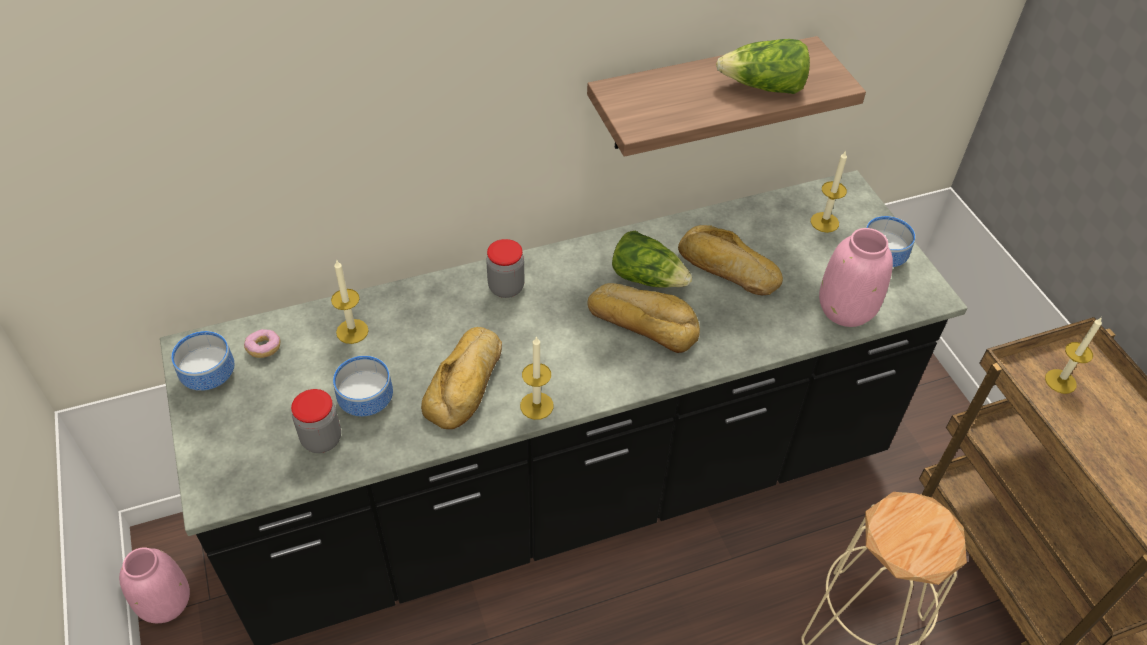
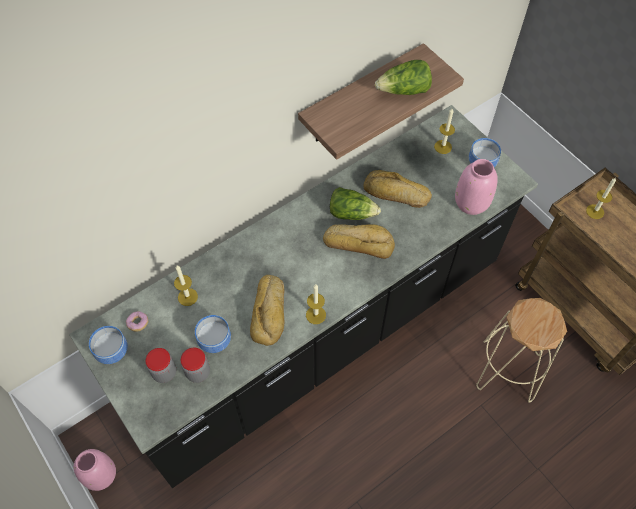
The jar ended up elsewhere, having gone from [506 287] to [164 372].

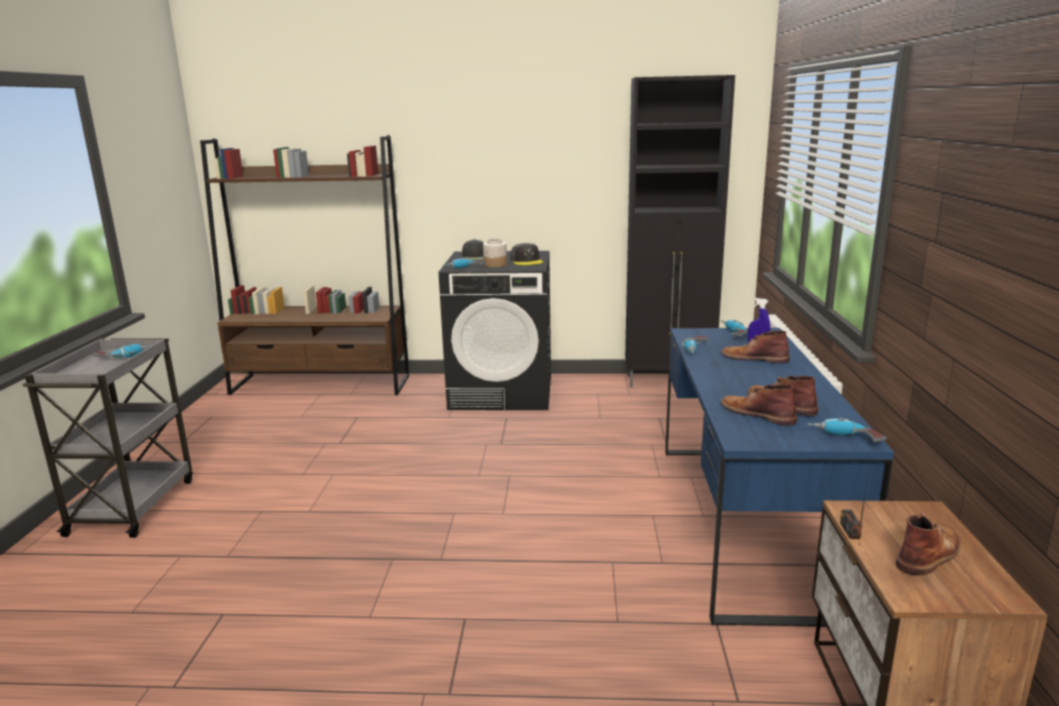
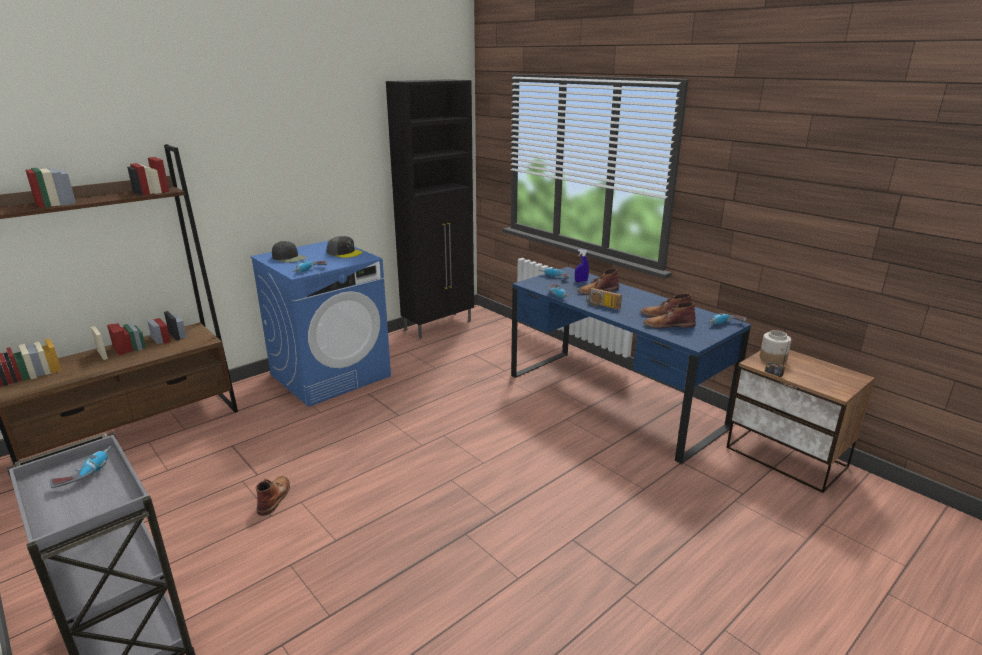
What was the washing machine/black at [502 392] turned into the washing machine/blue at [331 375].
The jar ended up elsewhere, having gone from [495 265] to [773 359].
The boot/brown ended up elsewhere, having gone from [929 553] to [274 497].
The second view gained the radio at [601 306].

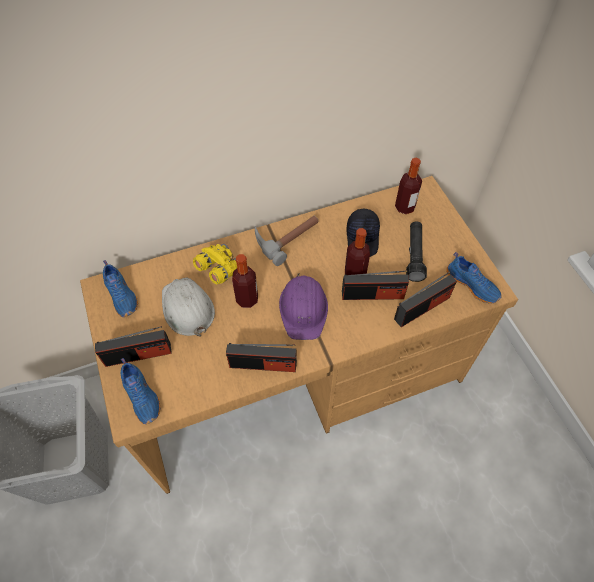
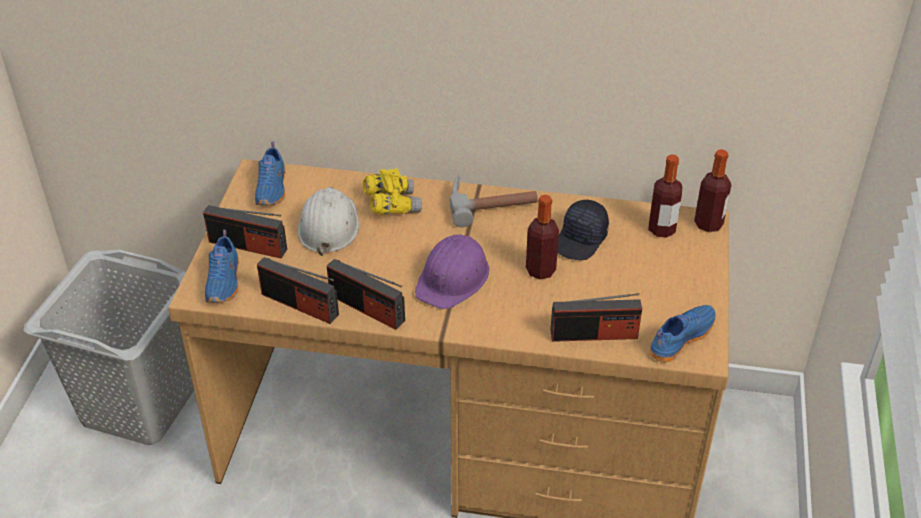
The bottle ended up elsewhere, having gone from [247 299] to [708 224].
The radio ended up elsewhere, having gone from [372 294] to [300 304].
The second view lost the flashlight/black at [414 255].
The shoe/blue at [472 284] ended up facing another way, 120 degrees counterclockwise from before.

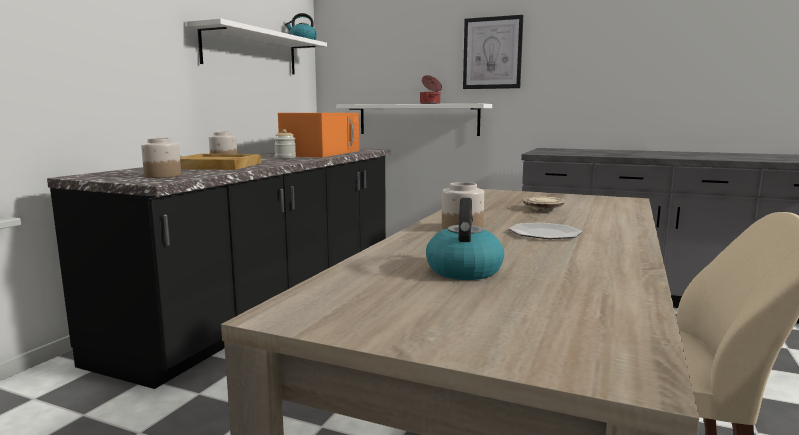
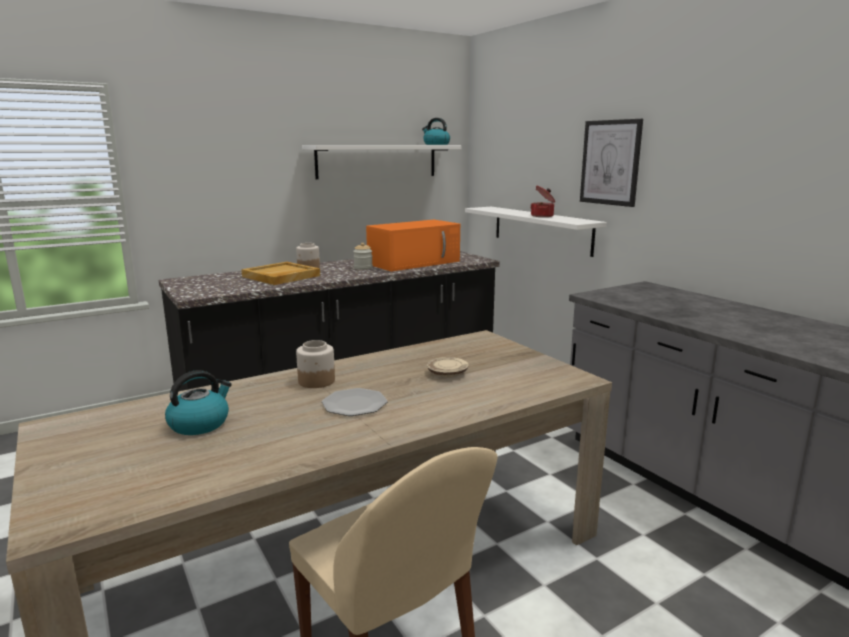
The second view lost the jar at [162 176].

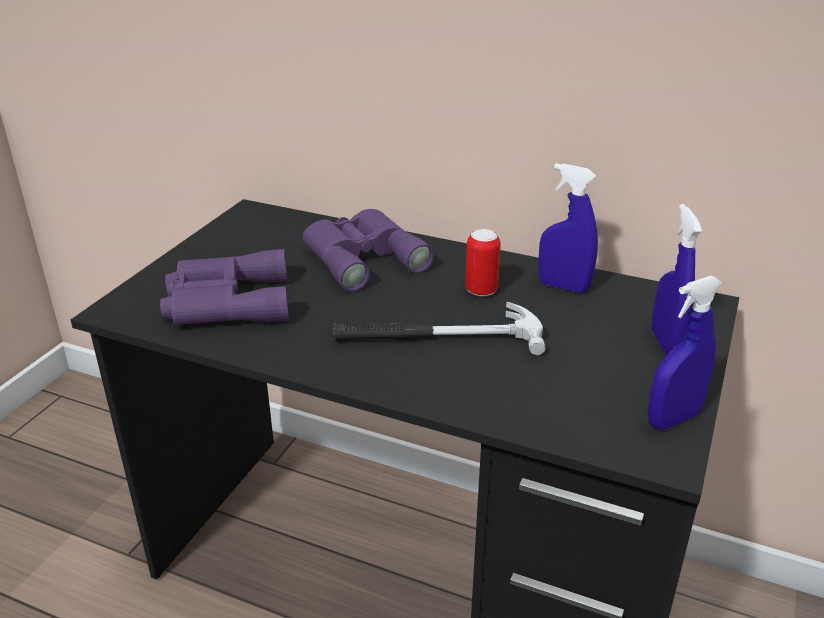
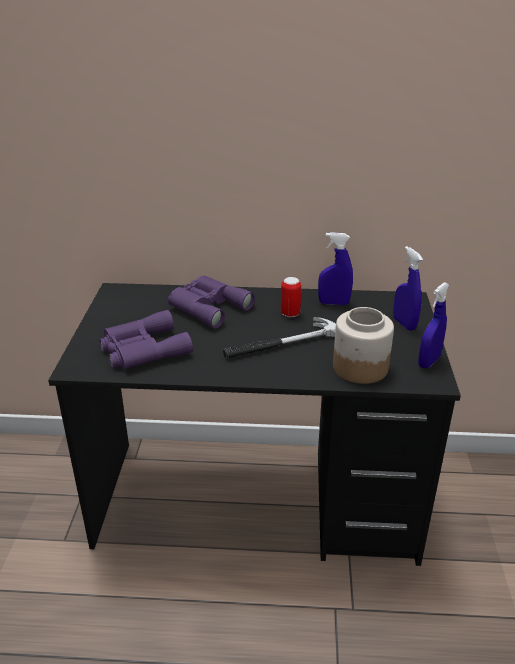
The second view gained the jar at [359 367].

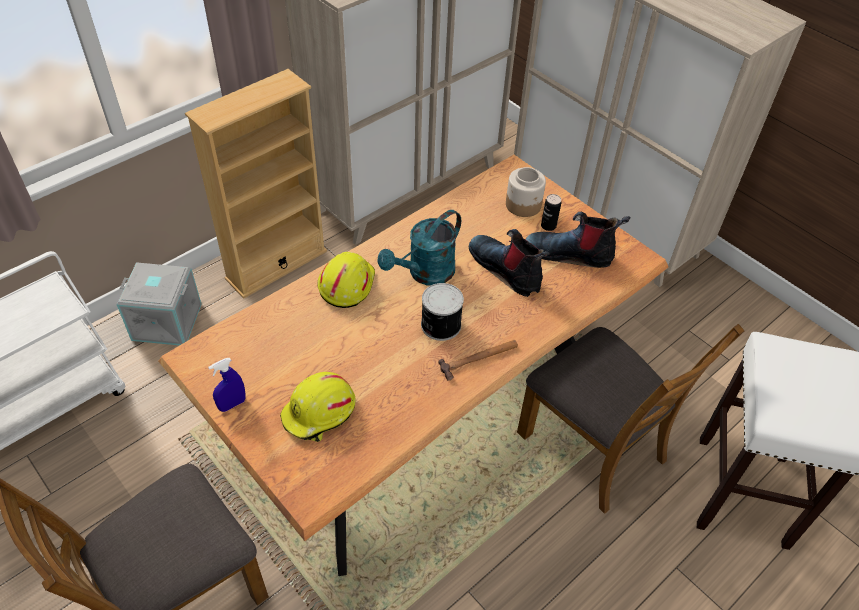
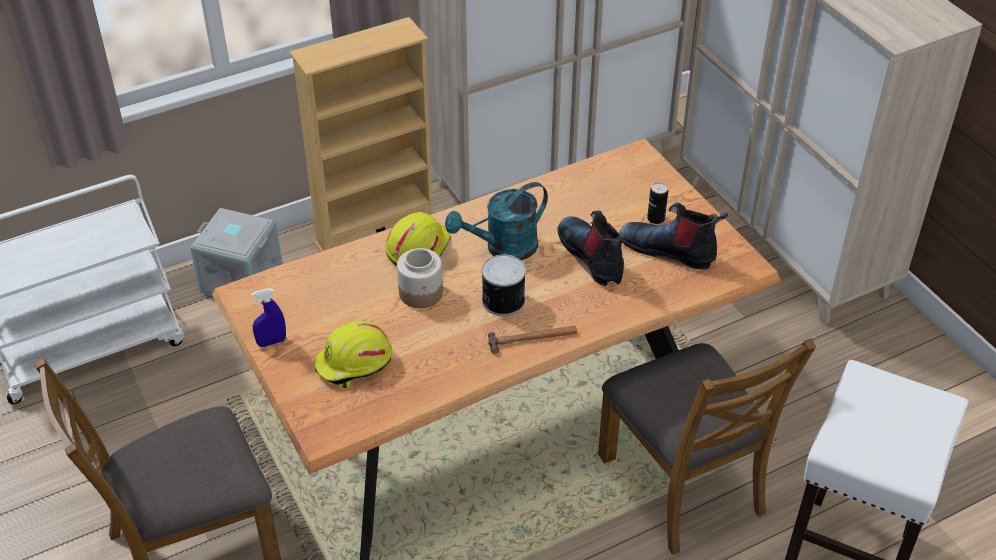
The jar ended up elsewhere, having gone from [523 205] to [421 293].

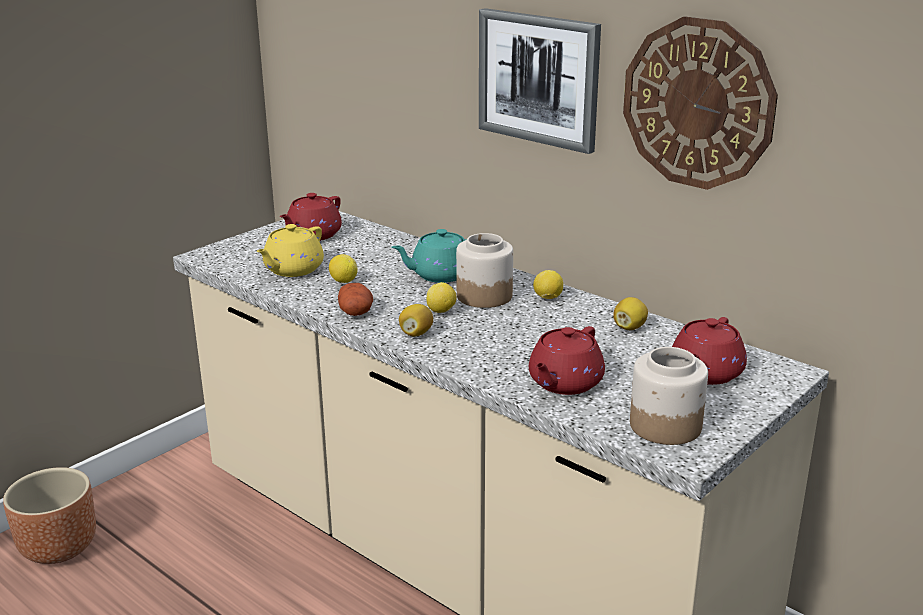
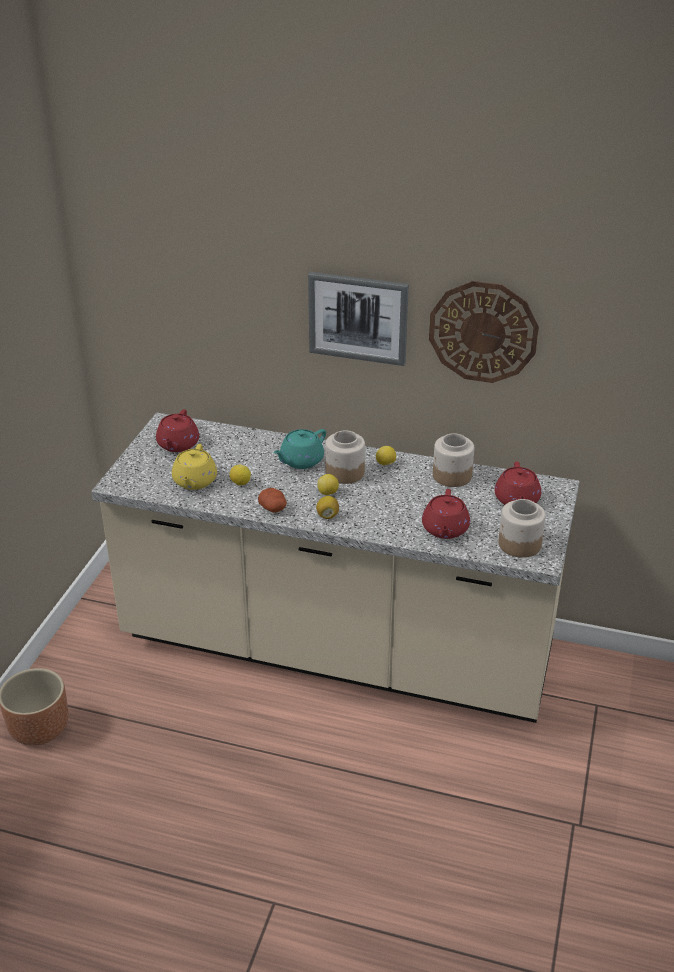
Where the lemon stood at [629 327], the jar came to stand at [451 476].

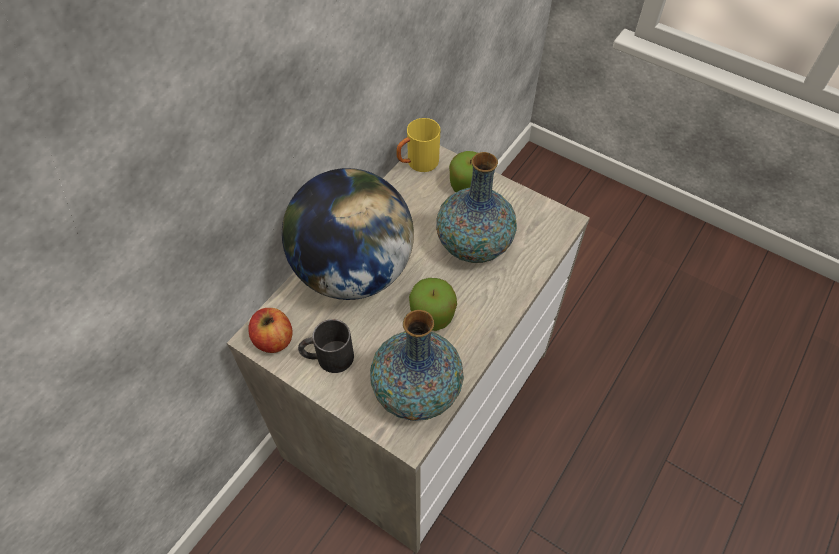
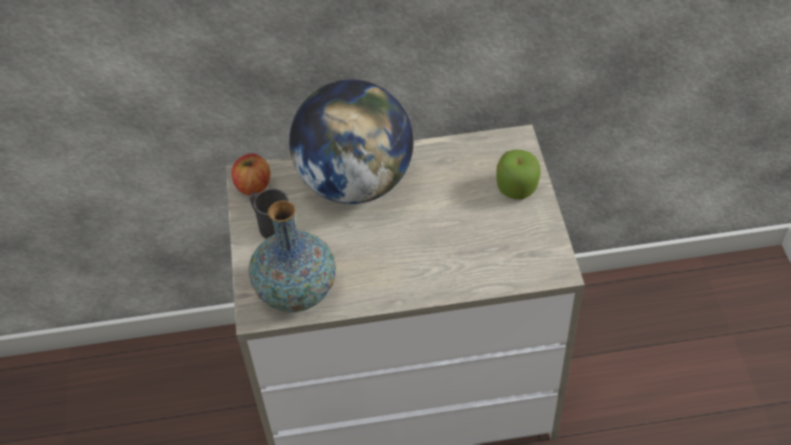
The second view lost the mug/yellow at [417 164].
The second view lost the apple at [432 315].
The second view lost the vase at [474 245].

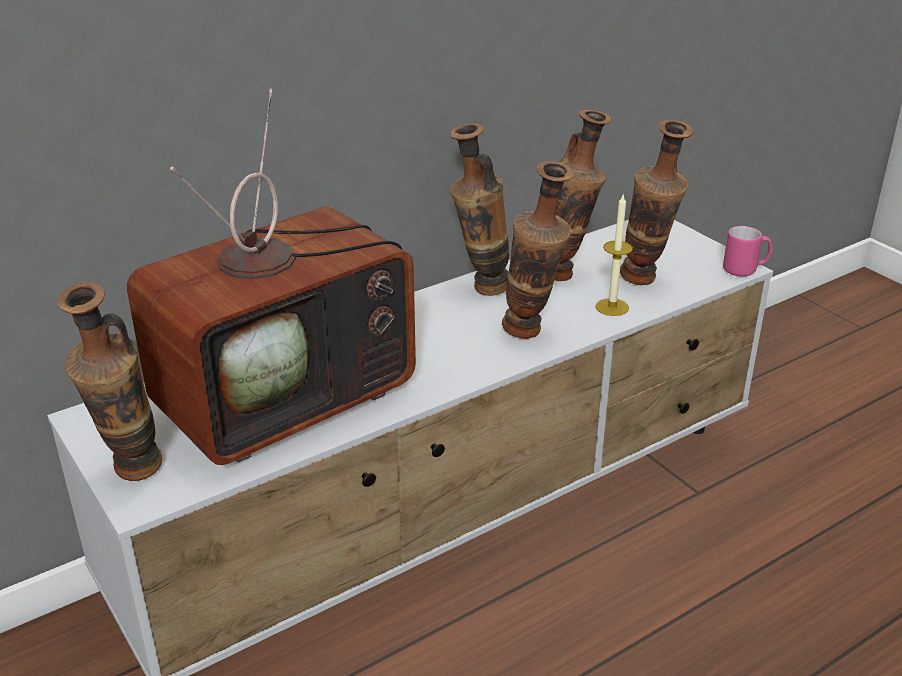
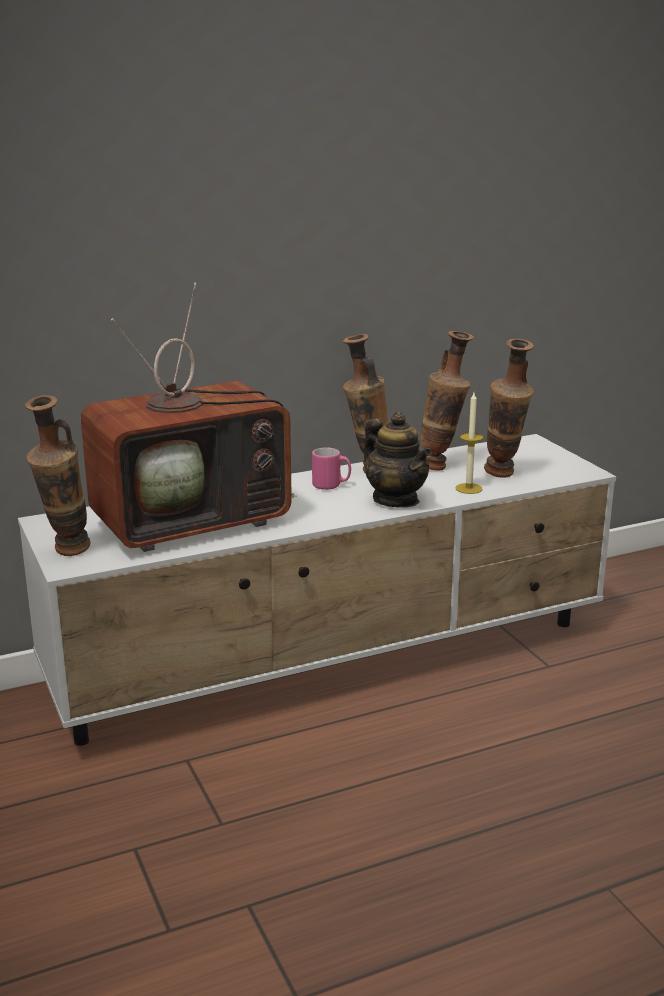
Where the vase stood at [532 335], the teapot came to stand at [396 500].
The mug/pink ended up elsewhere, having gone from [745 270] to [331 486].

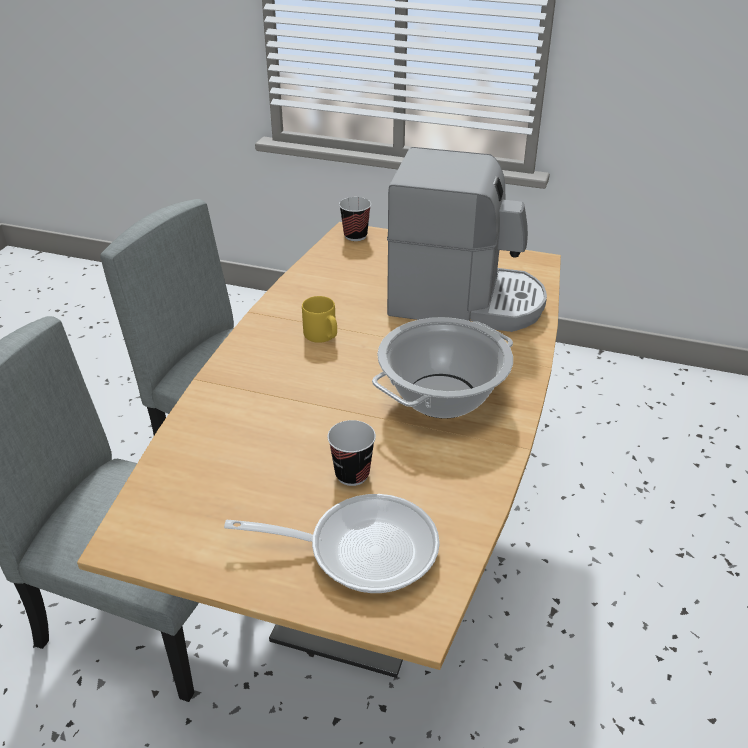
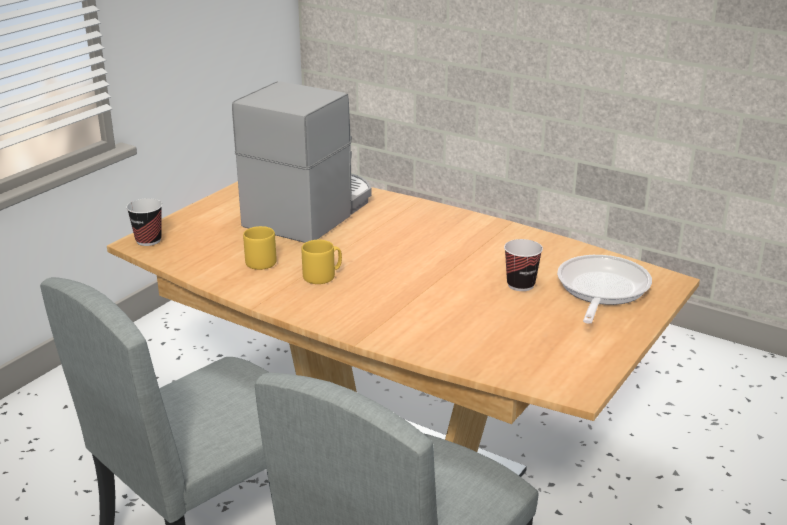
The second view lost the cooking pot at [442 396].
The second view gained the mug/yellow at [260 261].

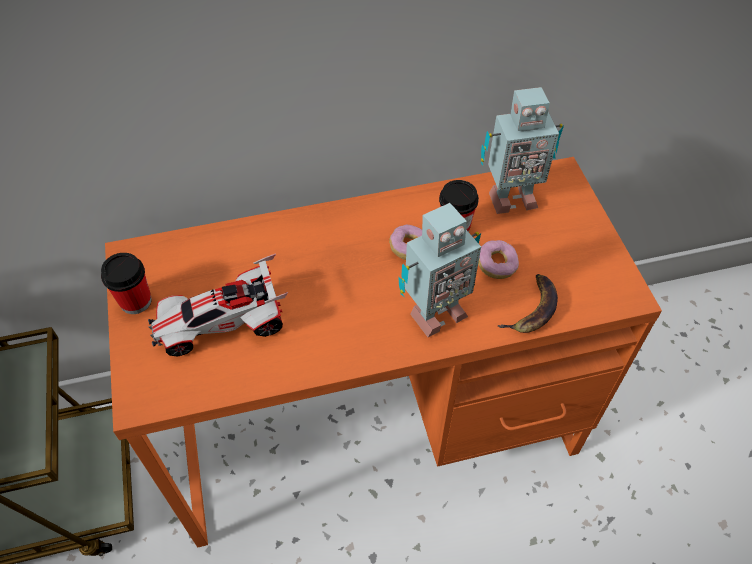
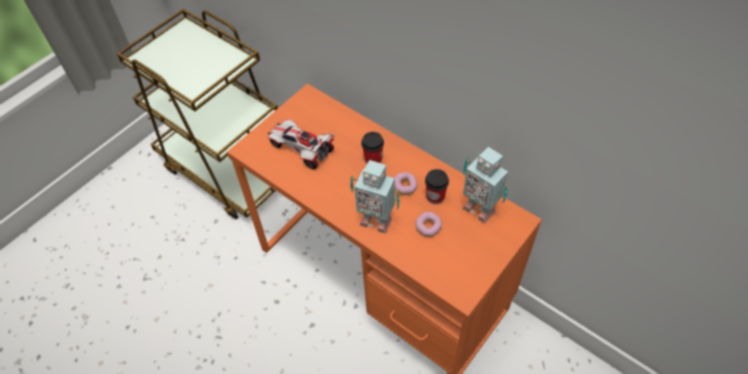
The cup ended up elsewhere, having gone from [136 301] to [373 159].
The second view lost the banana at [532 308].

